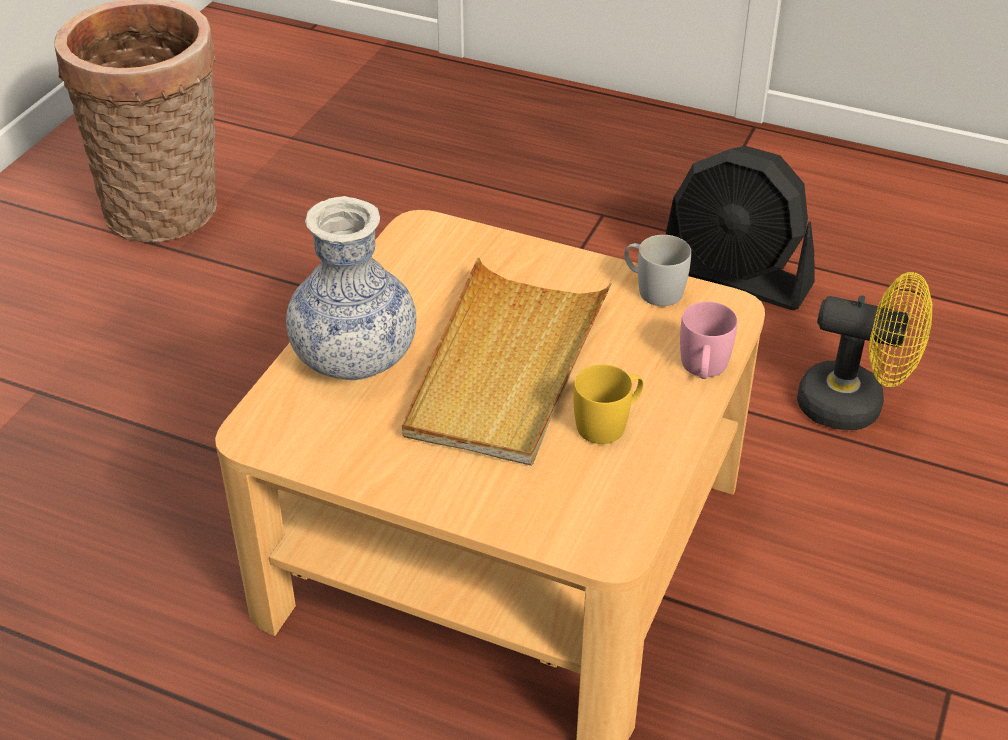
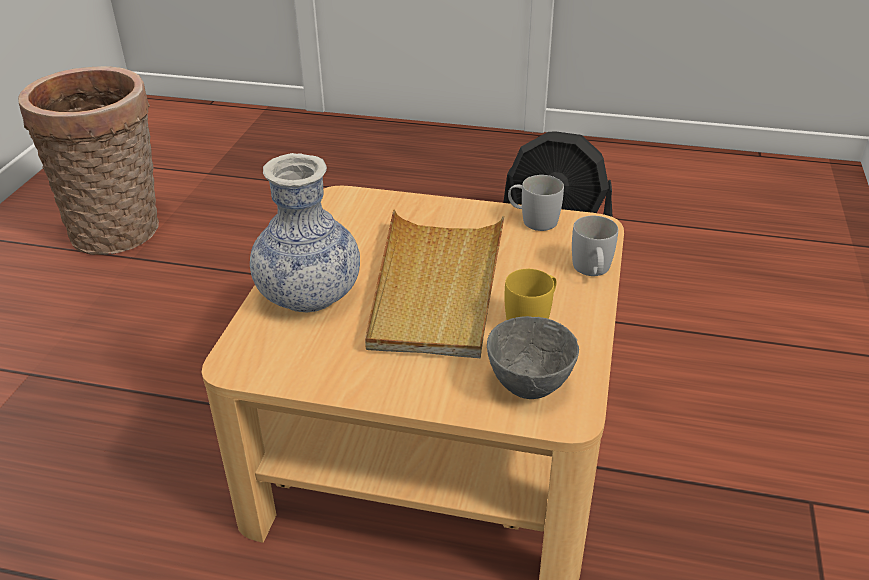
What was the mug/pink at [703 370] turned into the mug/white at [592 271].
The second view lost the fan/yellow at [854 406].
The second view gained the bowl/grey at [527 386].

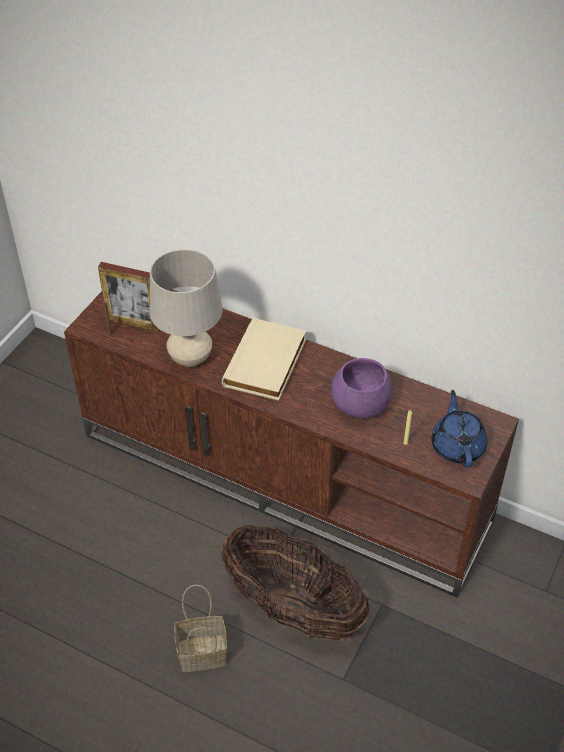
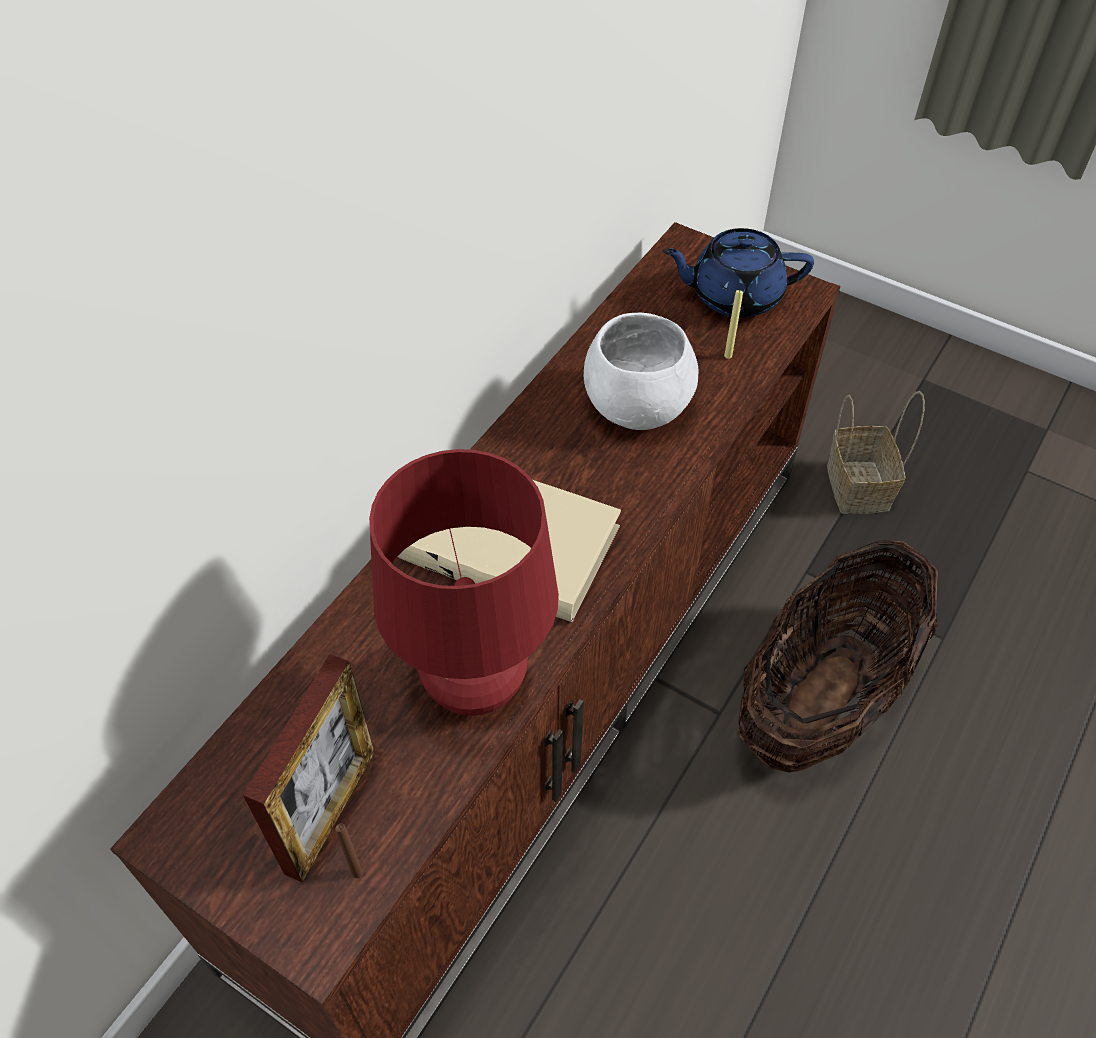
What was the table lamp/beige at [190 358] turned into the table lamp/red at [475 684].
The basket ended up elsewhere, having gone from [204 652] to [855 485].
What was the bowl/purple at [360 405] turned into the bowl/white at [638 405].

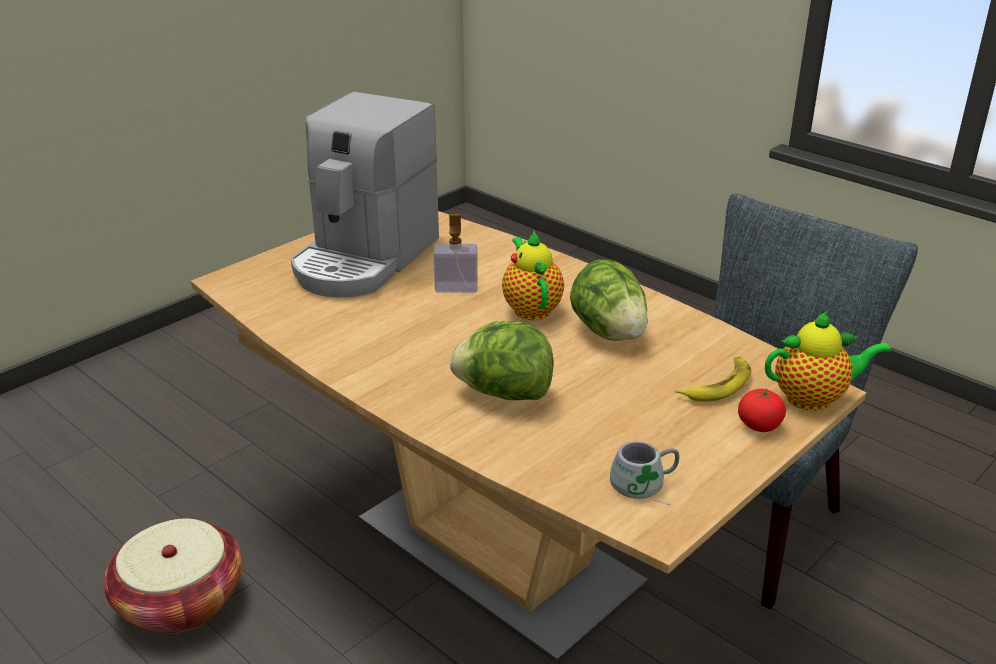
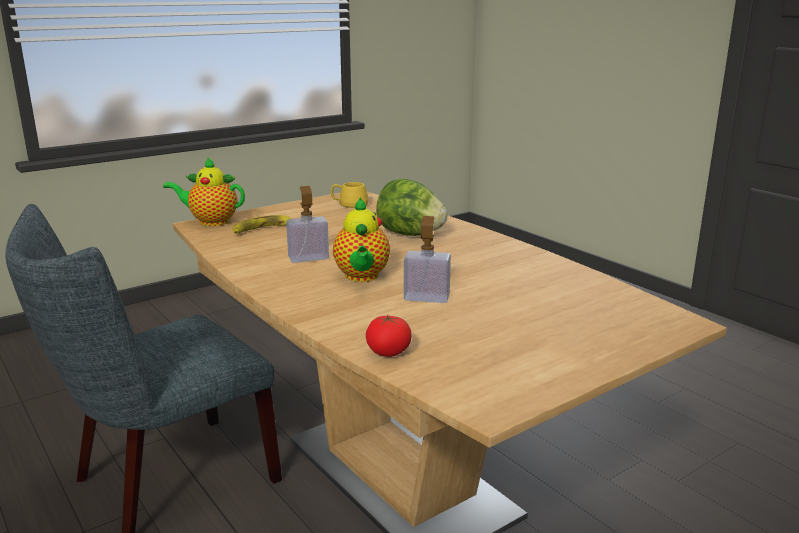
The second view lost the basket at [181 601].
The second view lost the coffee machine at [364 260].
Where the lettuce stood at [608 332], the soap dispenser came to stand at [308 258].
What was the mug/grey at [645 486] turned into the mug/yellow at [350 203].
The tomato ended up elsewhere, having gone from [759 426] to [388 352].

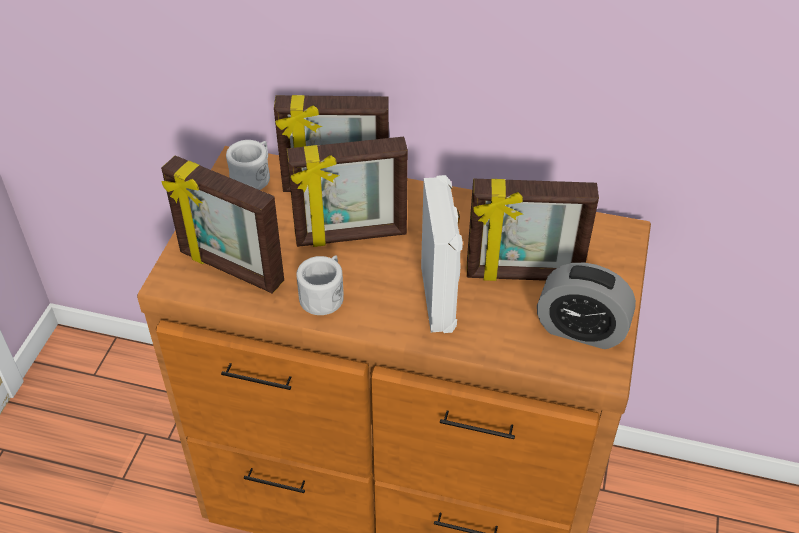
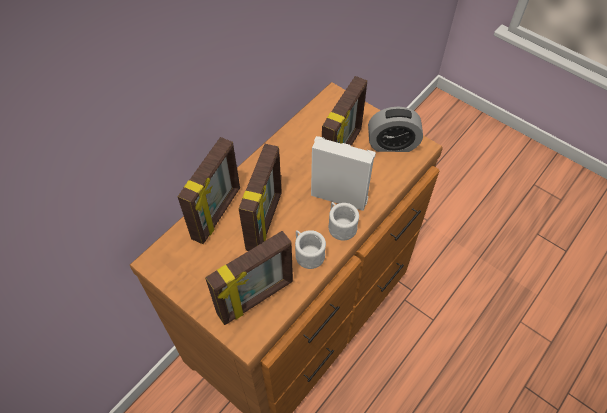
The mug/white ended up elsewhere, having gone from [253 177] to [340 226].
The alarm clock at [581 330] ended up facing another way, 45 degrees clockwise from before.

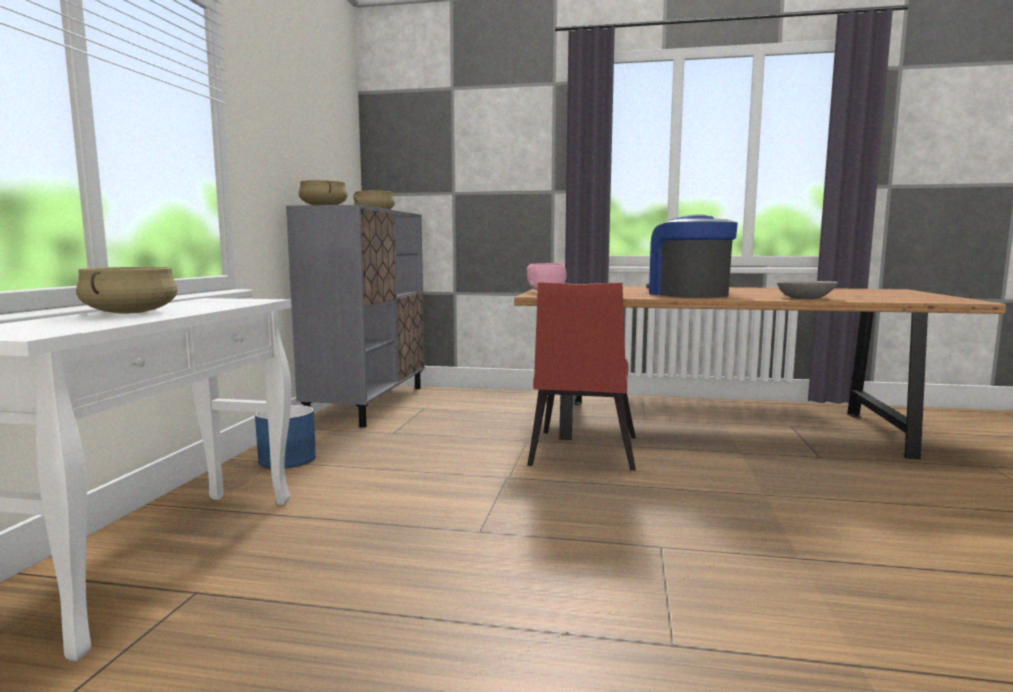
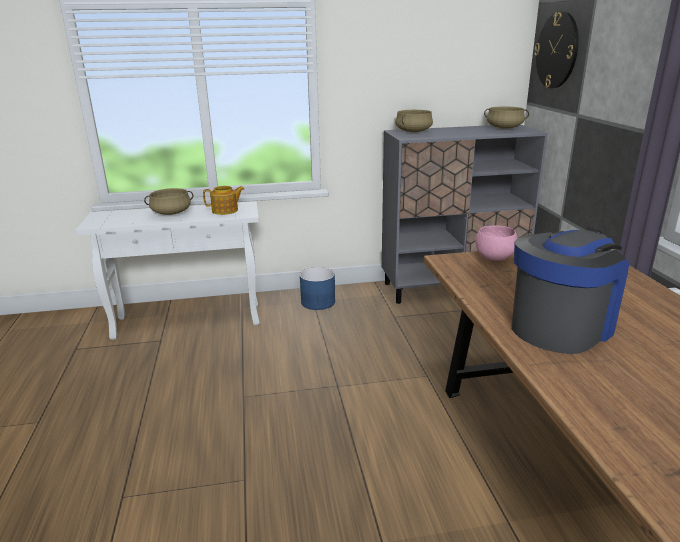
The second view lost the chair/red at [581 453].
The second view lost the bowl/grey at [805 298].
The second view gained the teapot at [225 210].
The second view gained the wall clock at [557 50].

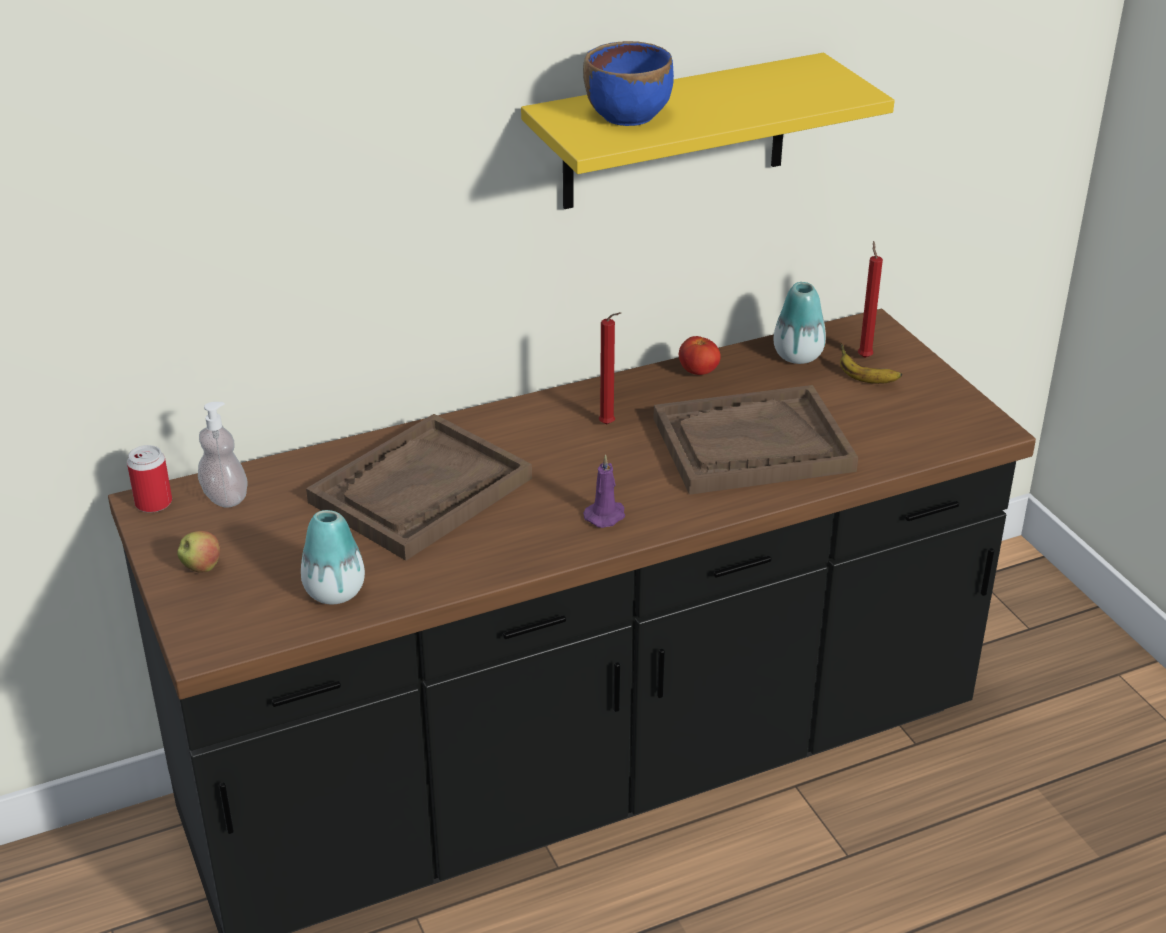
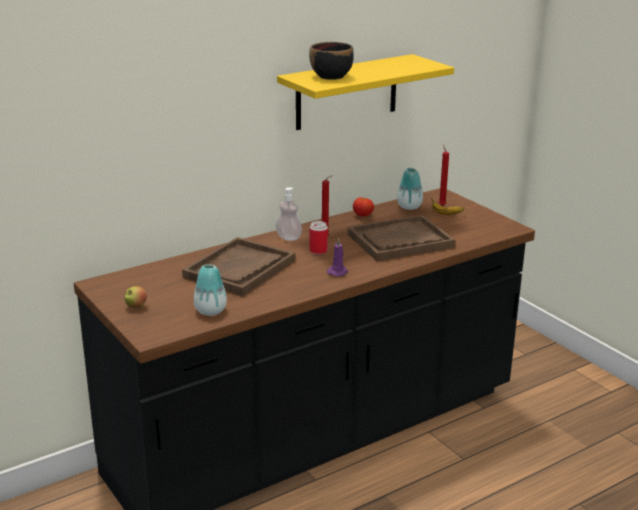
The can ended up elsewhere, having gone from [153 503] to [318 251].
The soap dispenser ended up elsewhere, having gone from [225 497] to [288 238].
What was the bowl/blue at [628 115] turned into the bowl/black at [331 76].

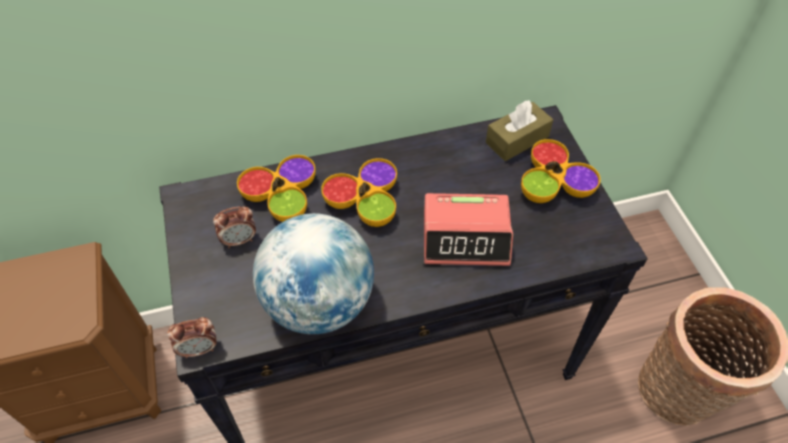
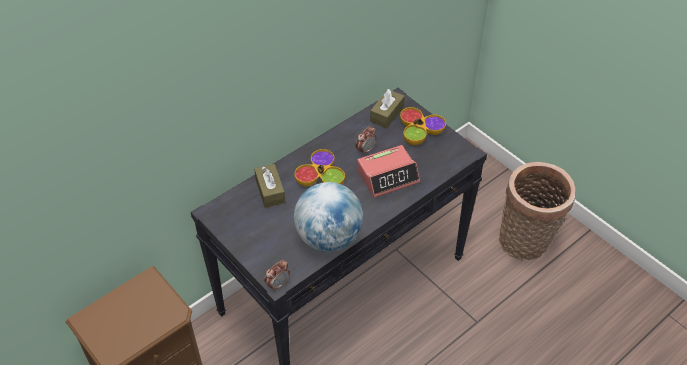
The alarm clock ended up elsewhere, having gone from [239 240] to [365 150].
Where the bowl stood at [282 196], the tissue box/brown came to stand at [270 191].

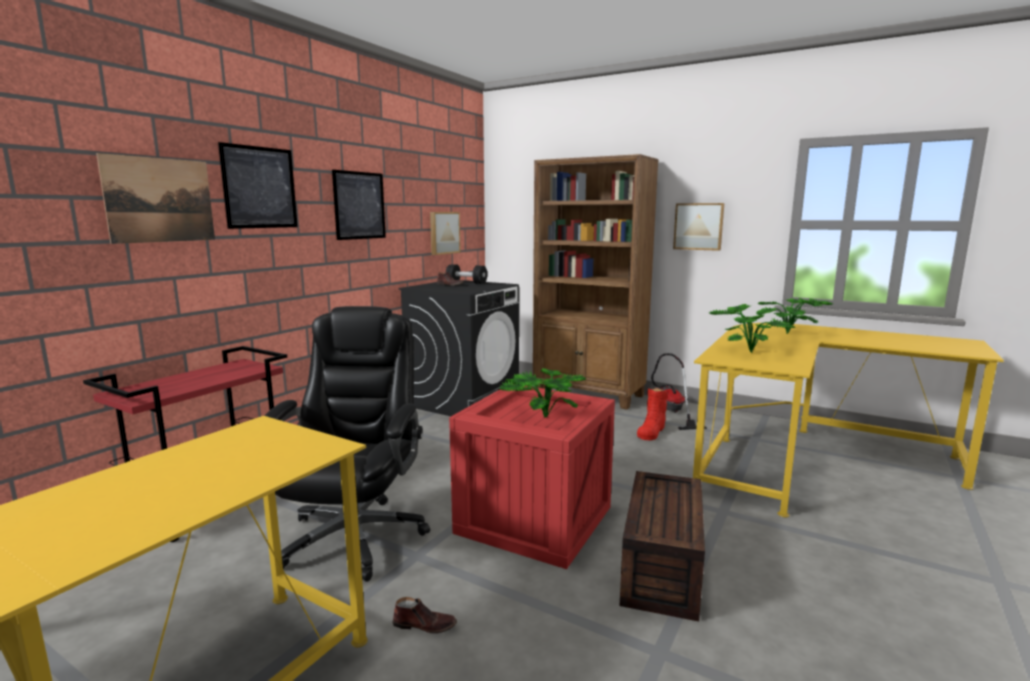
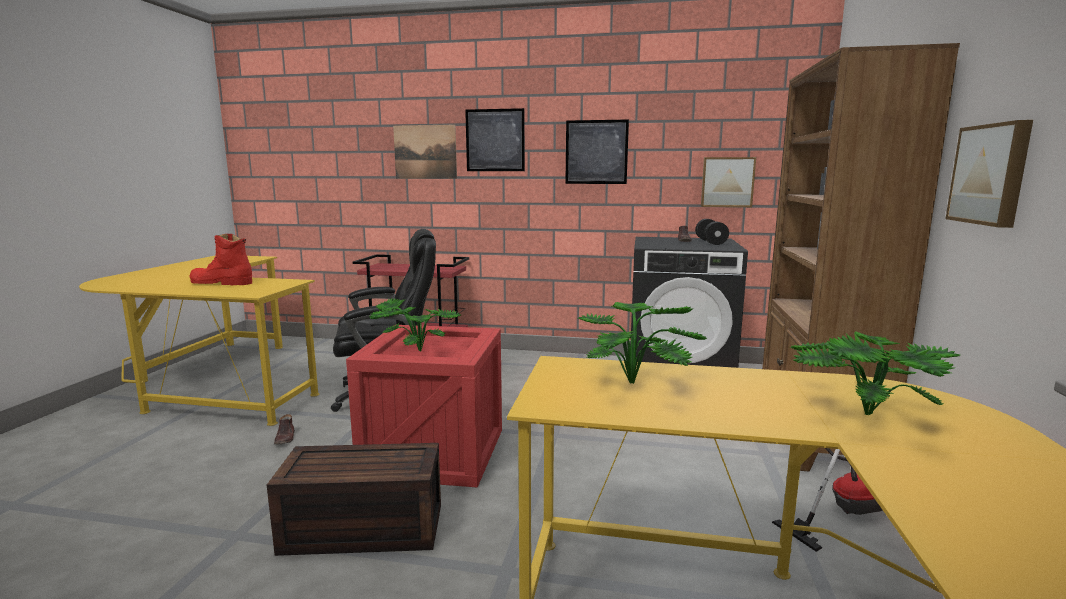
The boot/red ended up elsewhere, having gone from [651 431] to [221 283].

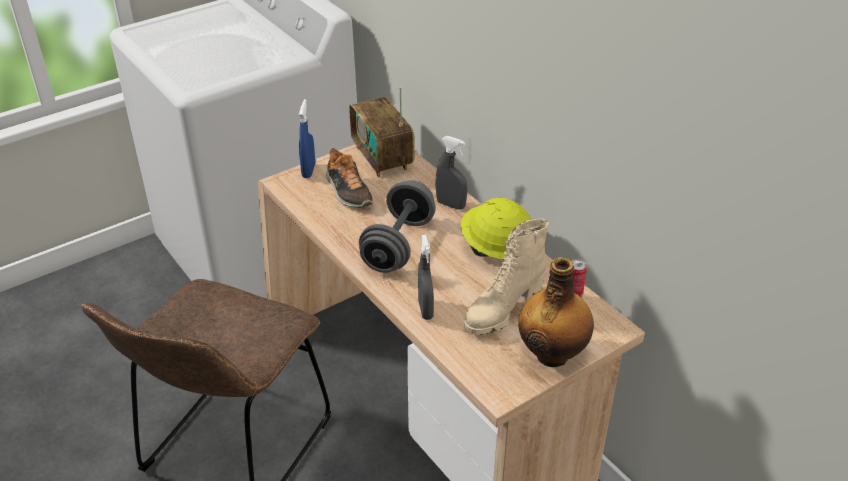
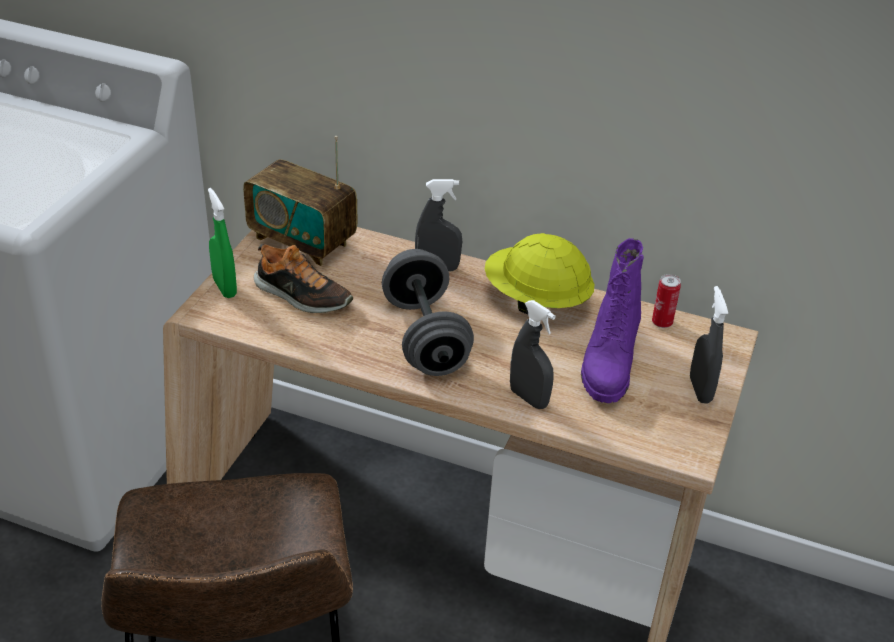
What was the spray bottle/blue at [308 171] turned into the spray bottle/green at [224 287].
What was the boot/beige at [502 310] turned into the boot/purple at [607 365].
Where the bottle stood at [553 353], the spray bottle/grey came to stand at [700 390].

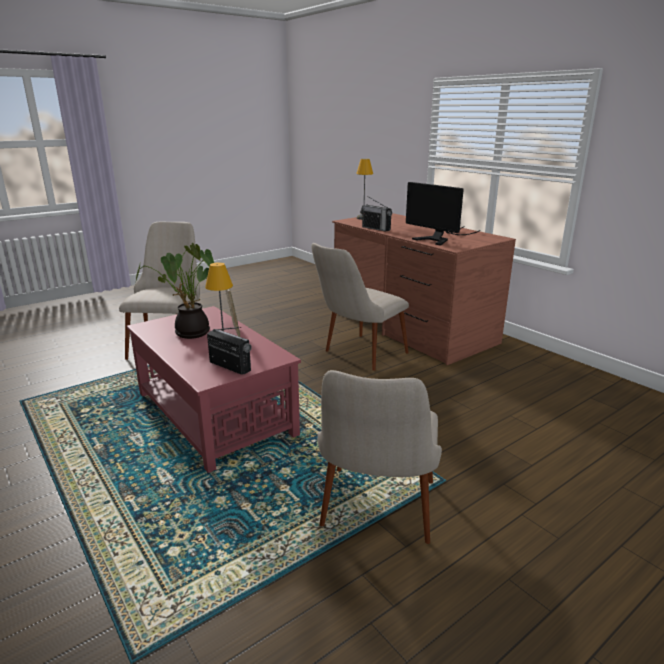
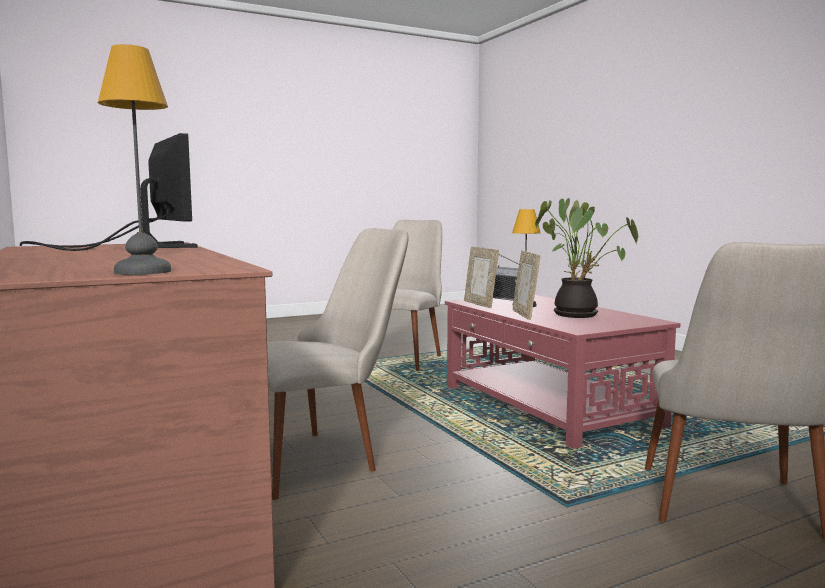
The second view lost the radio at [376 228].
The second view gained the picture frame at [480 304].

